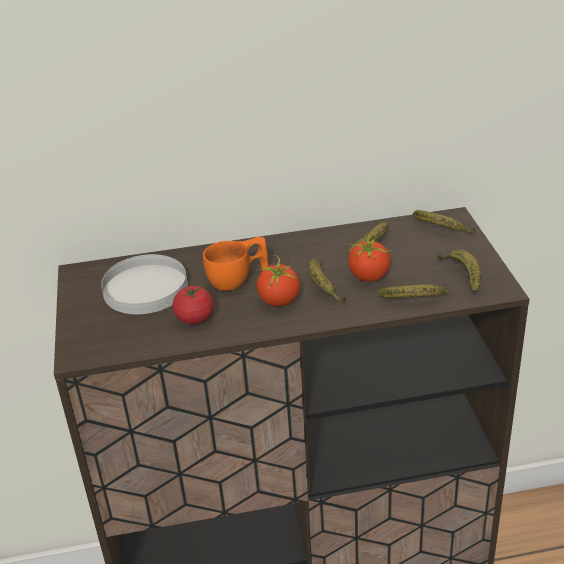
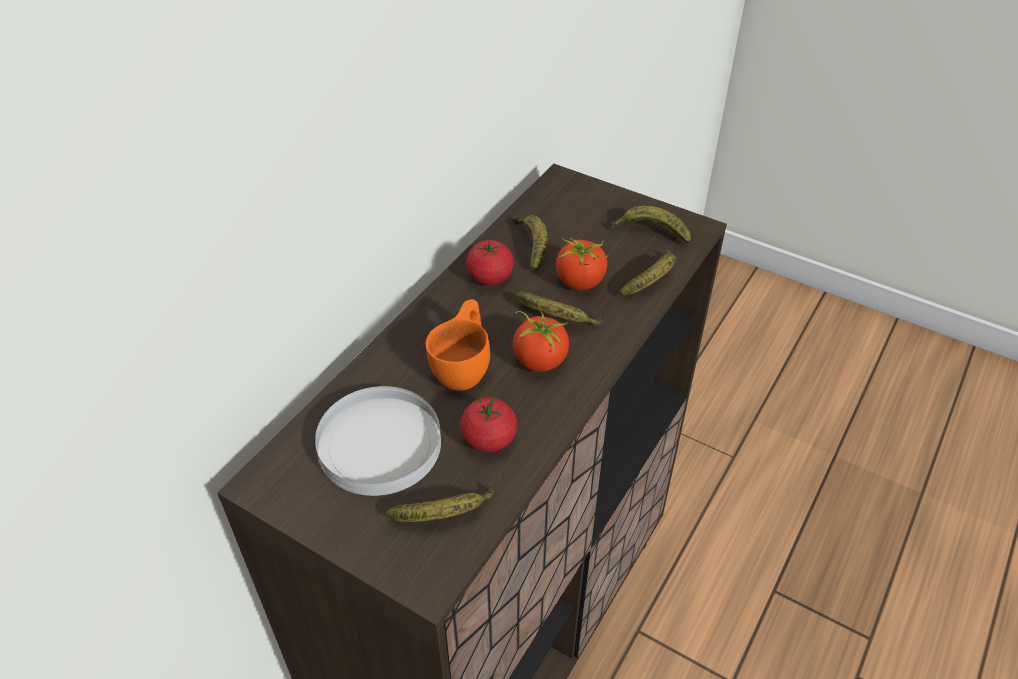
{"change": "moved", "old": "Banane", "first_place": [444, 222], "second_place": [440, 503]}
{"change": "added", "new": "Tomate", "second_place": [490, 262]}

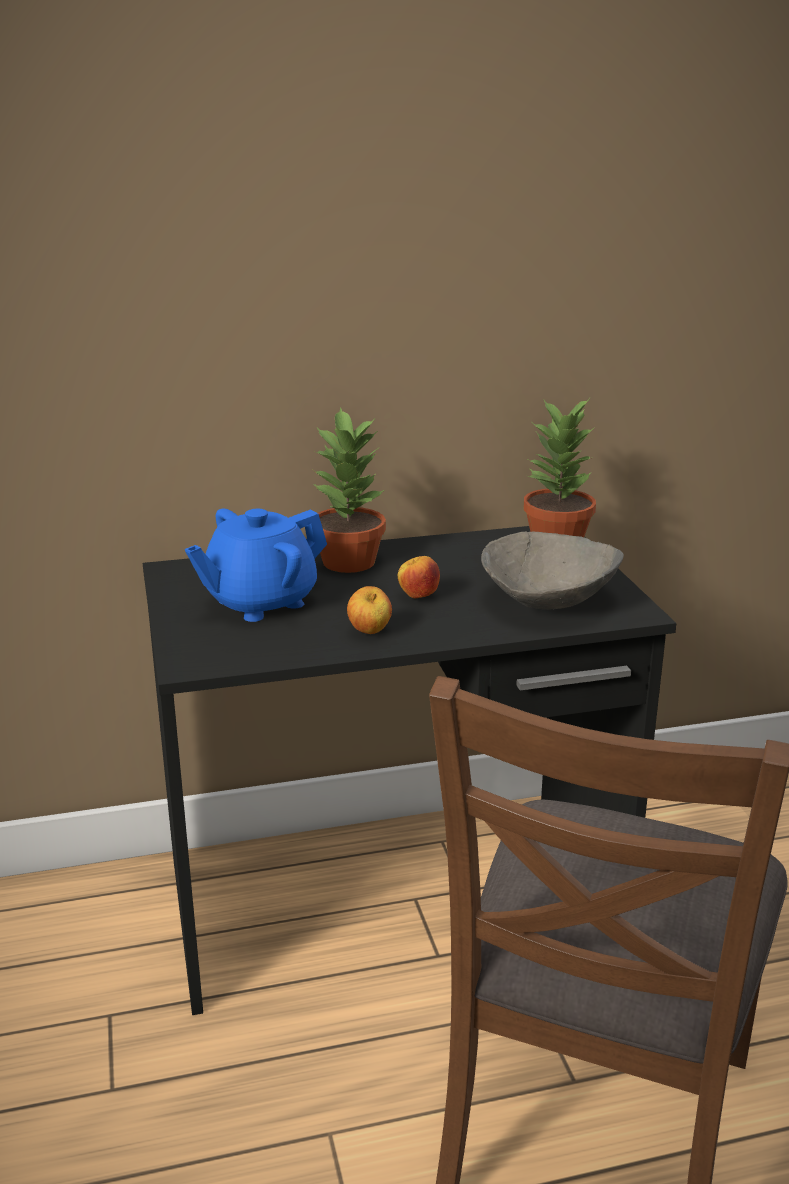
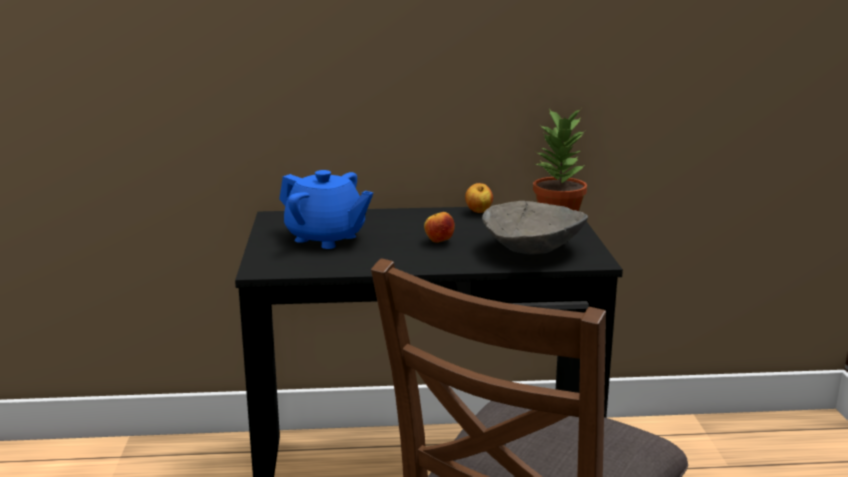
{"change": "turned", "old": "Teekanne (blau)", "first_place": [256, 565], "second_place": [326, 209], "degrees": -120}
{"change": "moved", "old": "Apfel", "first_place": [369, 610], "second_place": [479, 198]}
{"change": "removed", "old": "Topfpflanze", "first_place": [349, 490]}

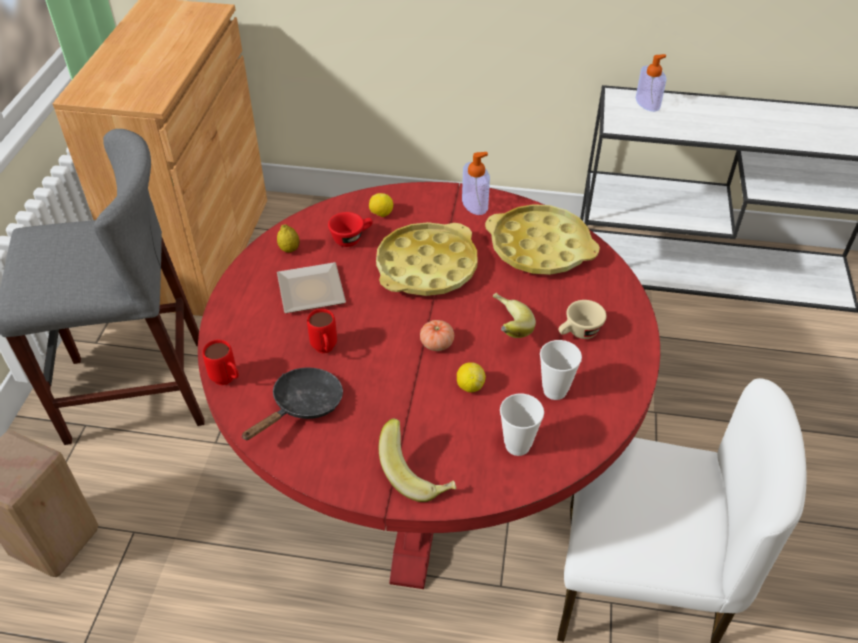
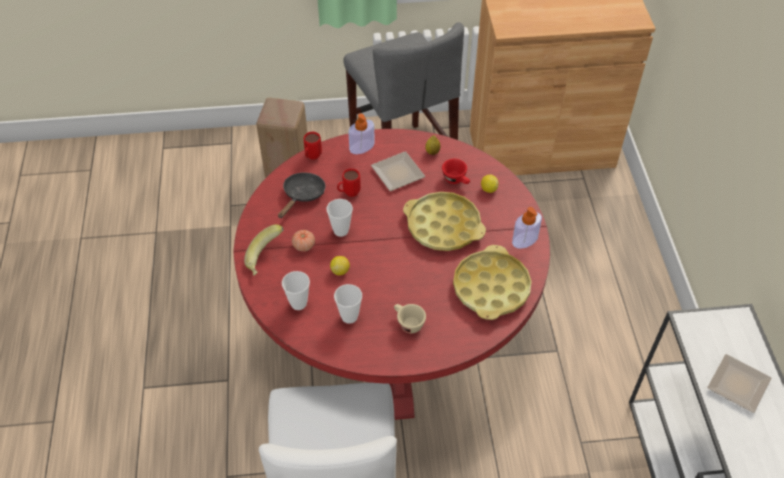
{"change": "turned", "old": "Pfanne (schwarz)", "first_place": [292, 403], "second_place": [302, 195], "degrees": -90}
{"change": "moved", "old": "Tomate", "first_place": [437, 335], "second_place": [303, 240]}
{"change": "added", "new": "Tasse", "second_place": [339, 218]}
{"change": "moved", "old": "Seifenspender", "first_place": [651, 83], "second_place": [361, 133]}
{"change": "added", "new": "Teller", "second_place": [739, 383]}
{"change": "removed", "old": "Banane", "first_place": [514, 315]}

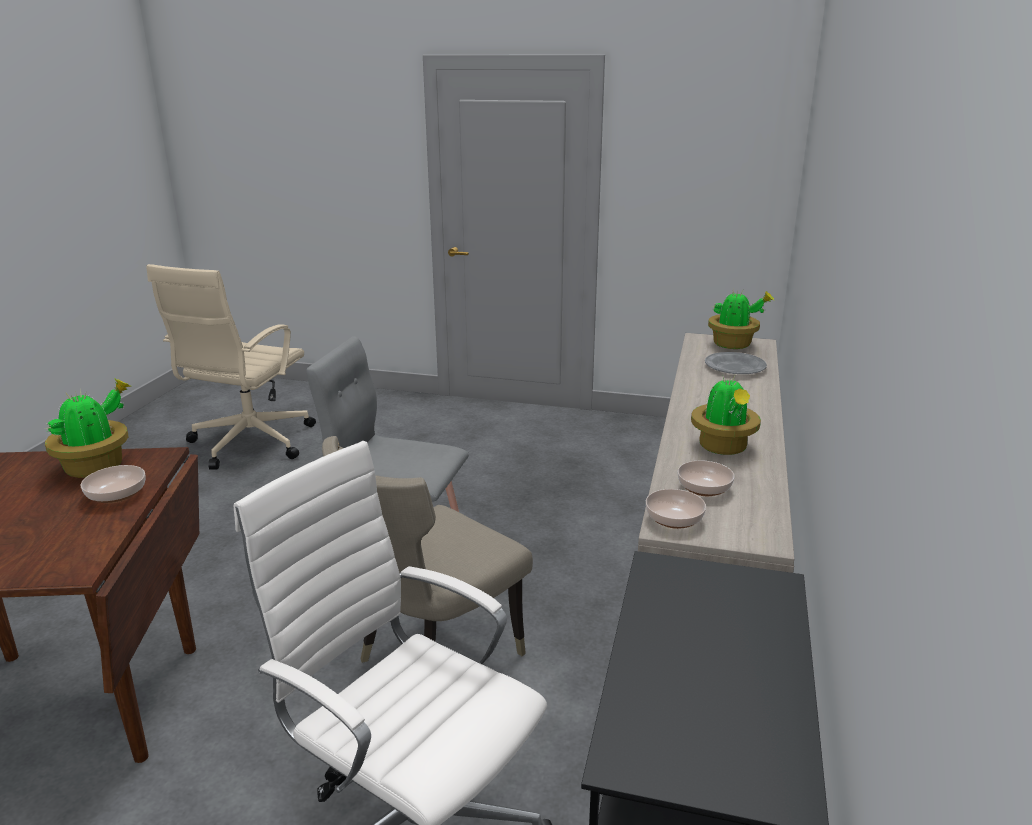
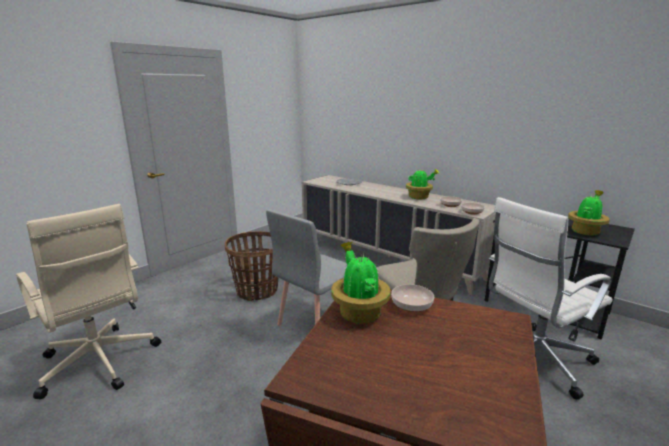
{"change": "added", "new": "Korb", "second_place": [251, 266]}
{"change": "moved", "old": "Topfpflanze", "first_place": [741, 319], "second_place": [589, 212]}

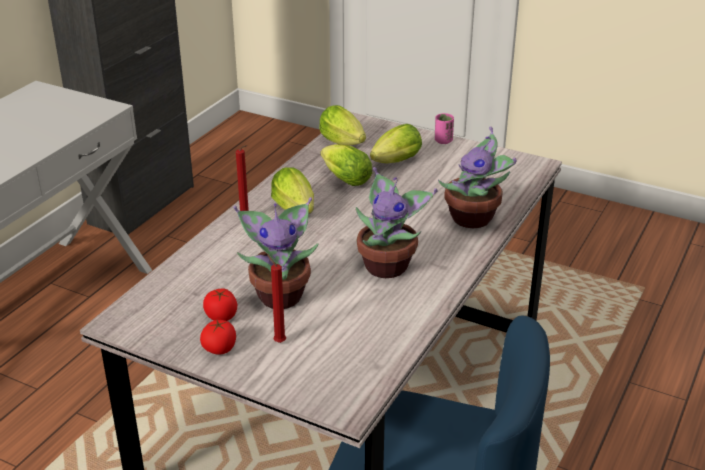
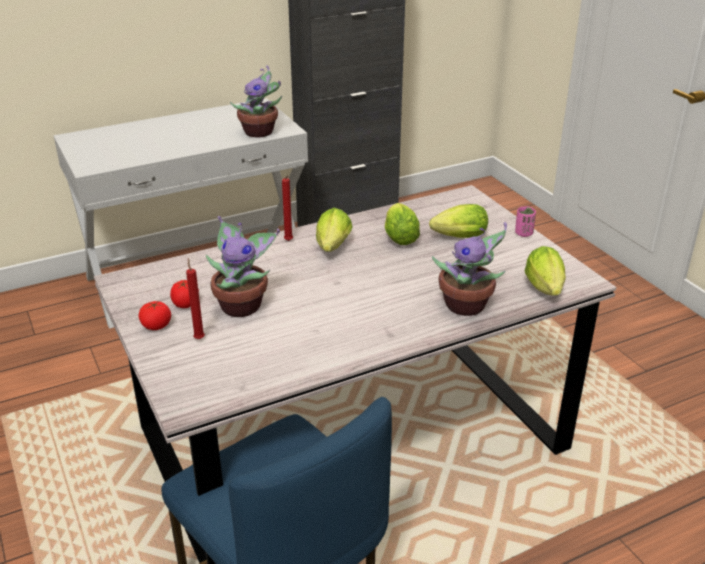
{"change": "moved", "old": "Topfpflanze", "first_place": [397, 222], "second_place": [256, 101]}
{"change": "moved", "old": "Salatkopf", "first_place": [342, 125], "second_place": [545, 271]}

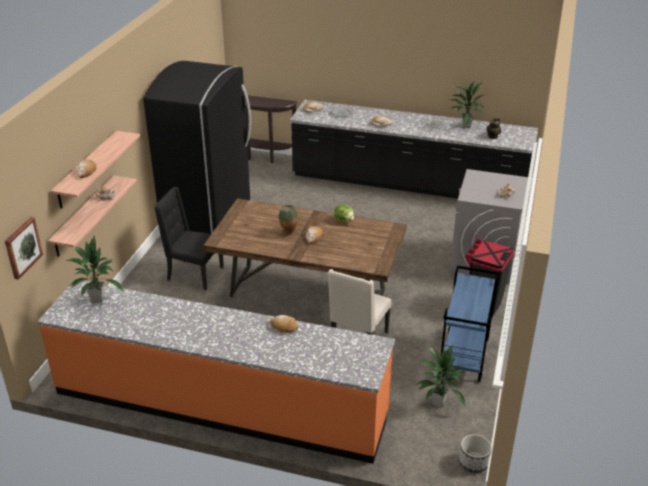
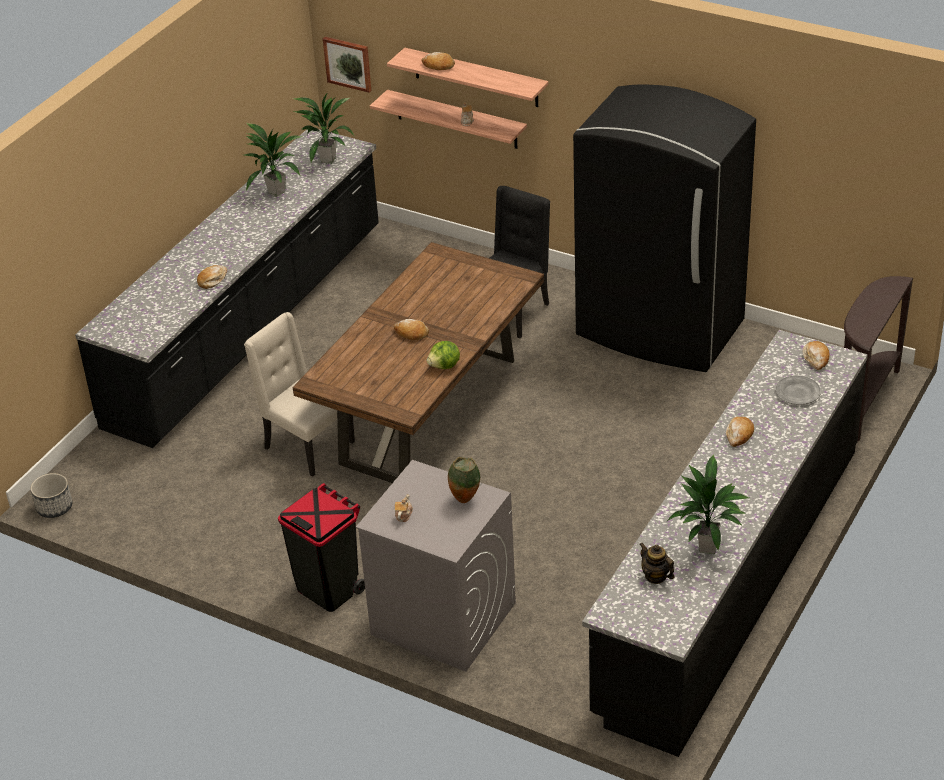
{"change": "recoloured", "old": "Küchenzeile (orange)", "new": "Küchenzeile (schwarz)", "first_place": [216, 372], "second_place": [227, 288]}
{"change": "moved", "old": "Topfpflanze", "first_place": [441, 376], "second_place": [273, 160]}
{"change": "moved", "old": "Vase", "first_place": [288, 220], "second_place": [464, 480]}
{"change": "removed", "old": "Rollwagen (blau)", "first_place": [468, 324]}

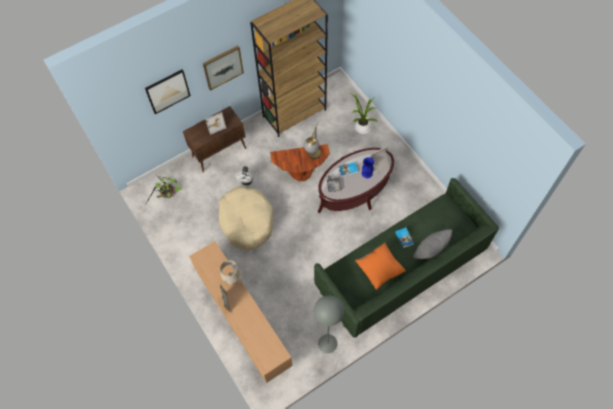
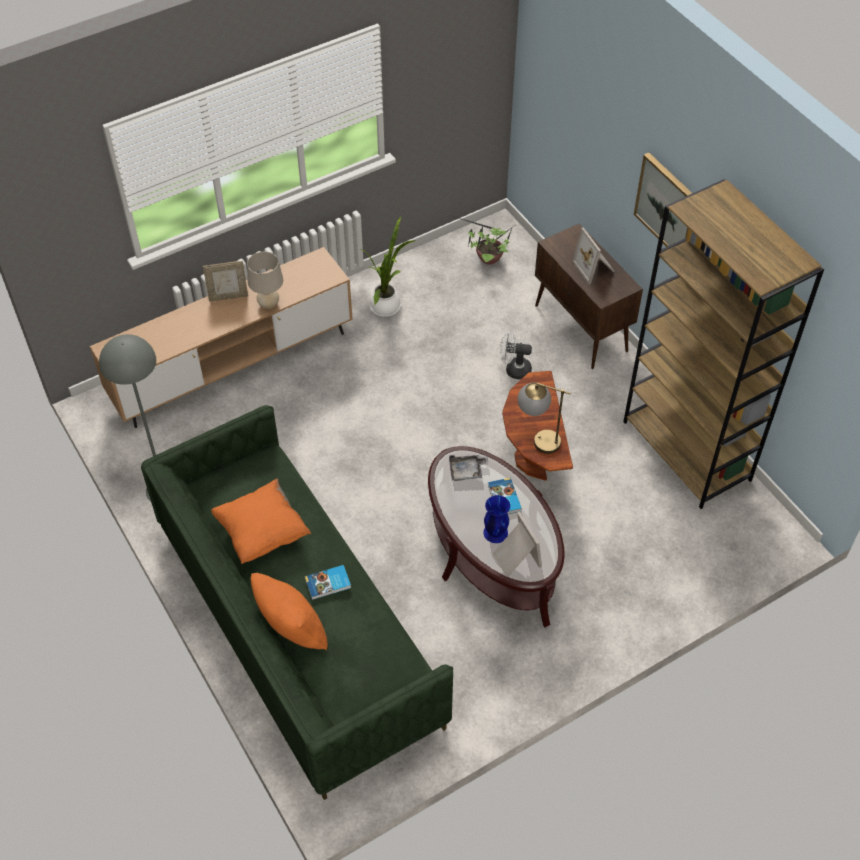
{"change": "recoloured", "old": "Kissen (grau)", "new": "Kissen (orange)", "first_place": [432, 244], "second_place": [289, 611]}
{"change": "moved", "old": "Topfpflanze", "first_place": [363, 113], "second_place": [388, 267]}
{"change": "removed", "old": "Bild", "first_place": [168, 91]}
{"change": "removed", "old": "Hundebett (beige)", "first_place": [246, 219]}

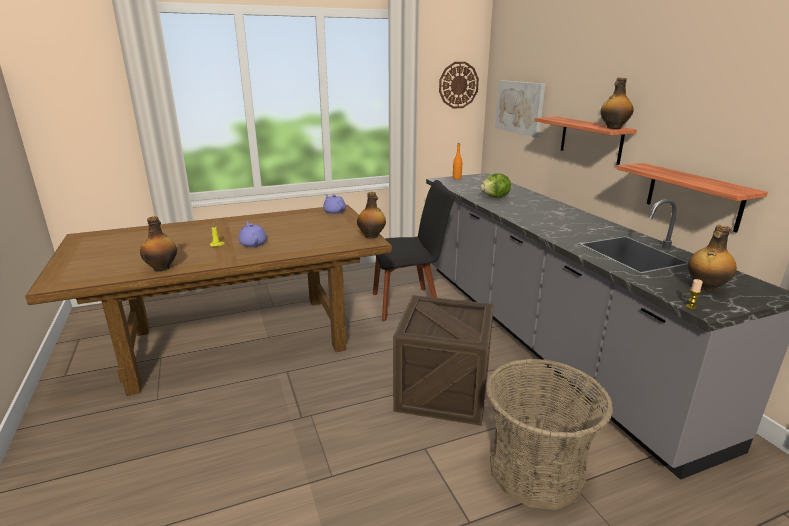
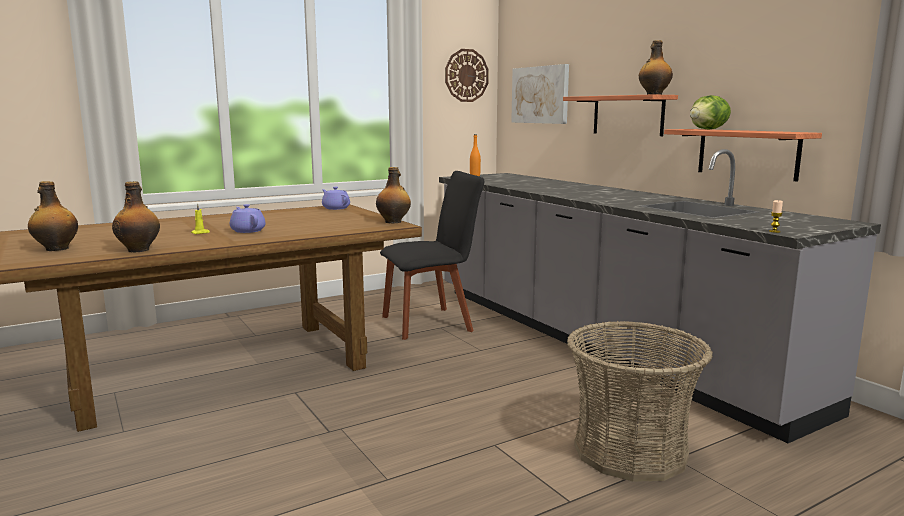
{"change": "moved", "old": "Flasche", "first_place": [712, 258], "second_place": [53, 216]}
{"change": "moved", "old": "Salatkopf", "first_place": [495, 185], "second_place": [710, 112]}
{"change": "removed", "old": "Kiste", "first_place": [443, 360]}

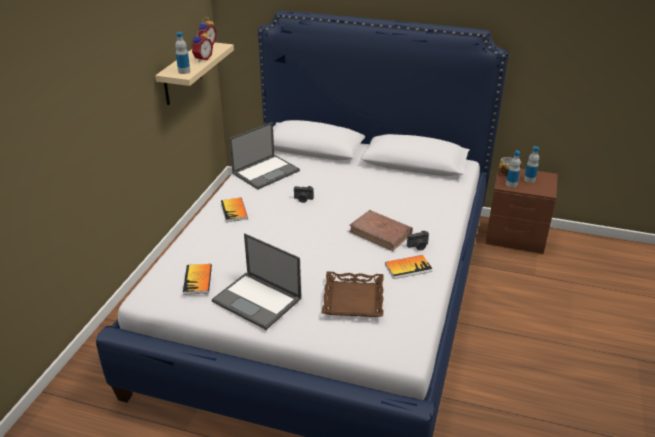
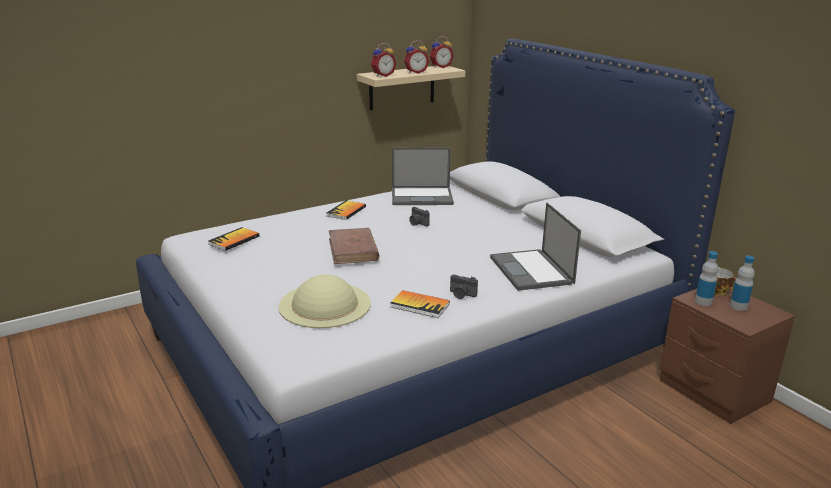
{"change": "replaced", "old": "Tablett (braun)", "new": "Hut (beige)", "first_place": [353, 294], "second_place": [324, 301]}
{"change": "moved", "old": "Buch (braun)", "first_place": [381, 230], "second_place": [354, 246]}
{"change": "replaced", "old": "Flasche", "new": "Wecker", "first_place": [182, 53], "second_place": [383, 60]}
{"change": "moved", "old": "Laptop", "first_place": [256, 281], "second_place": [535, 246]}

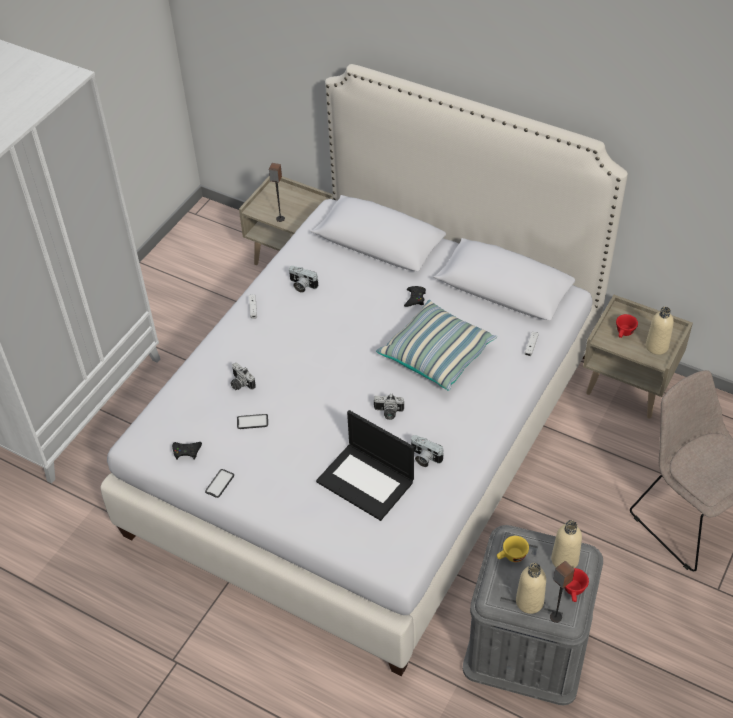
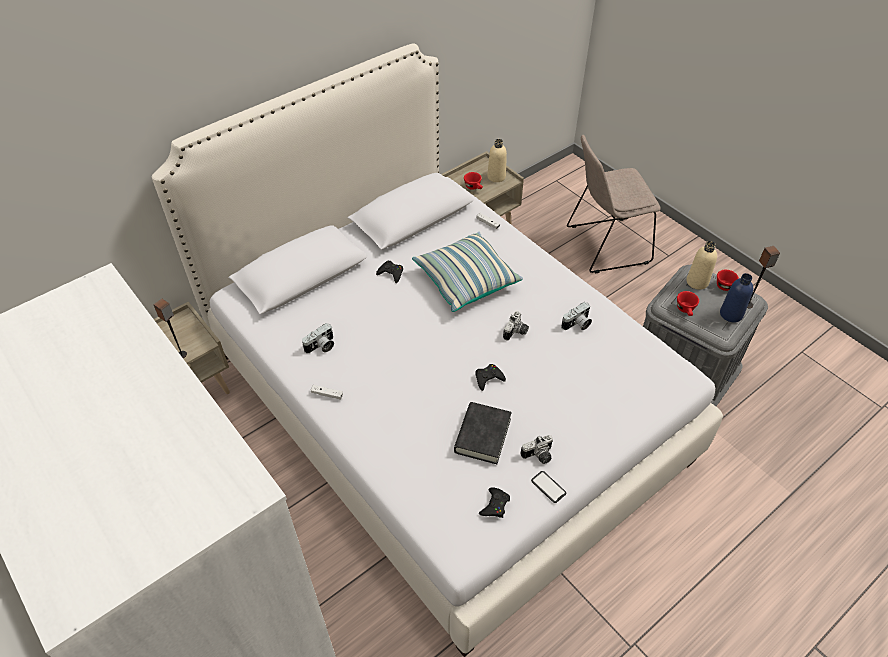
{"change": "replaced", "old": "Handy", "new": "Buch (schwarz)", "first_place": [252, 421], "second_place": [483, 433]}
{"change": "added", "new": "Gamepad (schwarz)", "second_place": [490, 377]}
{"change": "moved", "old": "Kamera", "first_place": [243, 376], "second_place": [536, 449]}
{"change": "recoloured", "old": "Tasse (gelb)", "new": "Tasse (rot)", "first_place": [513, 549], "second_place": [688, 303]}
{"change": "recoloured", "old": "Flasche (beige)", "new": "Flasche (blau)", "first_place": [531, 588], "second_place": [736, 297]}
{"change": "removed", "old": "Laptop", "first_place": [365, 465]}

